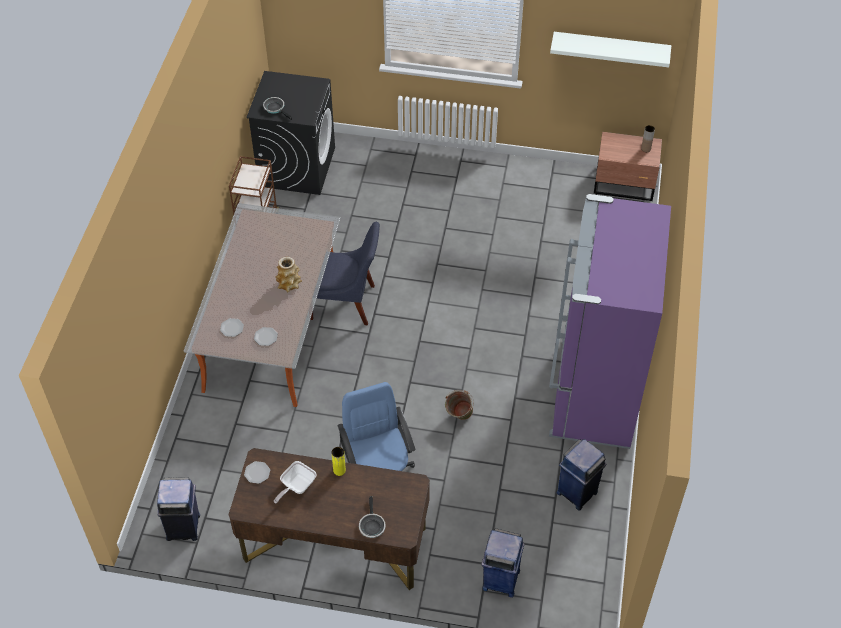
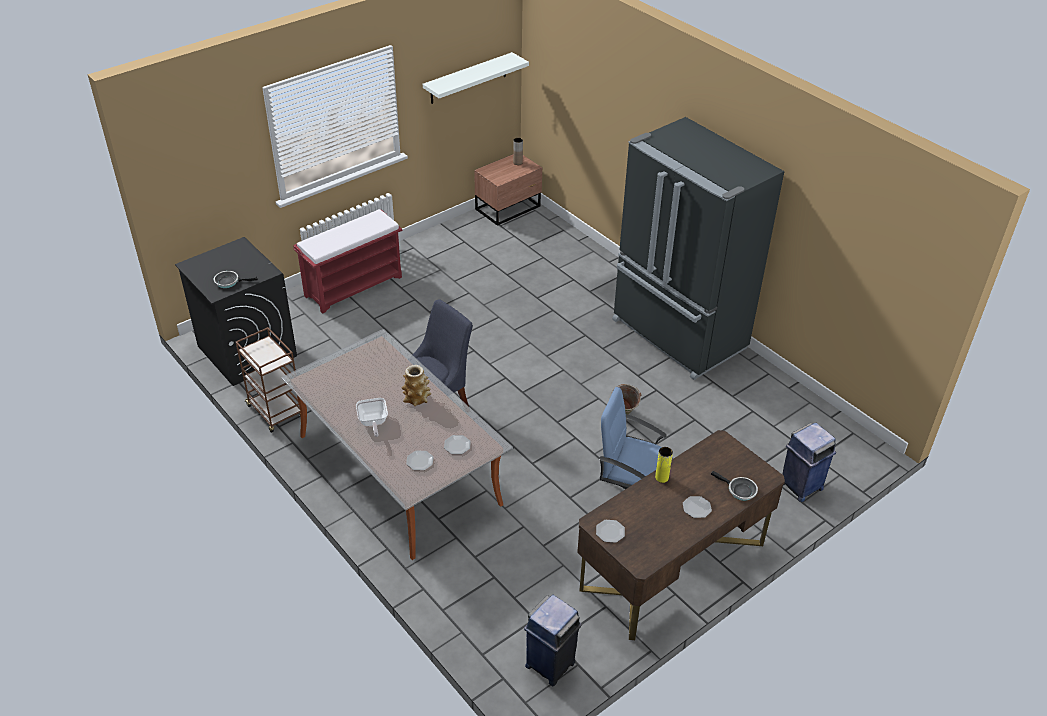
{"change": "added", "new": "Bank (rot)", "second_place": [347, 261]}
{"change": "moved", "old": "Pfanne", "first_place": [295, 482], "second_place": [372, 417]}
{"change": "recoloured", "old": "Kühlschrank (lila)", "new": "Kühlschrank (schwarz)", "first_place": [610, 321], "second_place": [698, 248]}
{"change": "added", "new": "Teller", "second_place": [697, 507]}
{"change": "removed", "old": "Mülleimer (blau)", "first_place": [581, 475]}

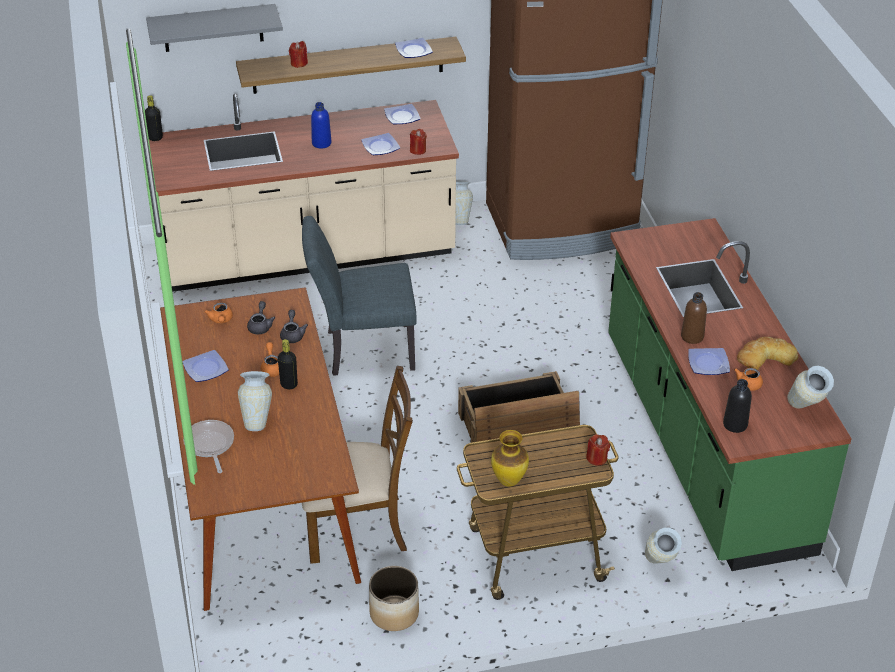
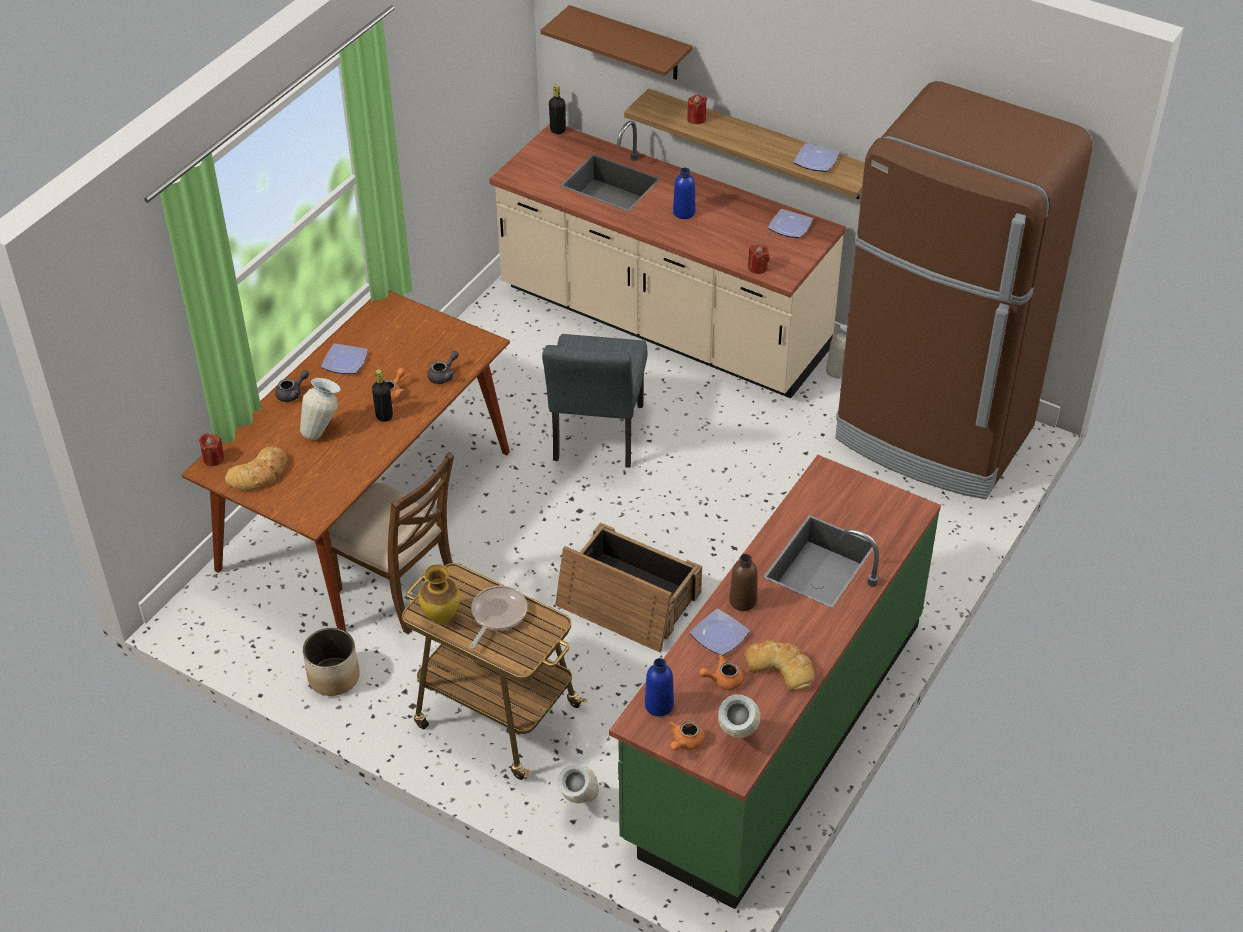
{"change": "moved", "old": "Kerze (rot)", "first_place": [598, 450], "second_place": [211, 450]}
{"change": "added", "new": "Brot", "second_place": [256, 468]}
{"change": "moved", "old": "Teekanne (grau)", "first_place": [261, 317], "second_place": [292, 386]}
{"change": "moved", "old": "Pfanne", "first_place": [208, 446], "second_place": [498, 617]}
{"change": "recoloured", "old": "Wandregal (grau)", "new": "Wandregal (braun)", "first_place": [214, 28], "second_place": [617, 42]}
{"change": "turned", "old": "Stuhl (grau)", "first_place": [359, 296], "second_place": [595, 400], "degrees": -120}
{"change": "recoloured", "old": "Flasche (schwarz)", "new": "Flasche (blau)", "first_place": [737, 406], "second_place": [659, 687]}
{"change": "moved", "old": "Teekanne (orange)", "first_place": [218, 312], "second_place": [686, 736]}
{"change": "removed", "old": "Teller", "first_place": [380, 144]}

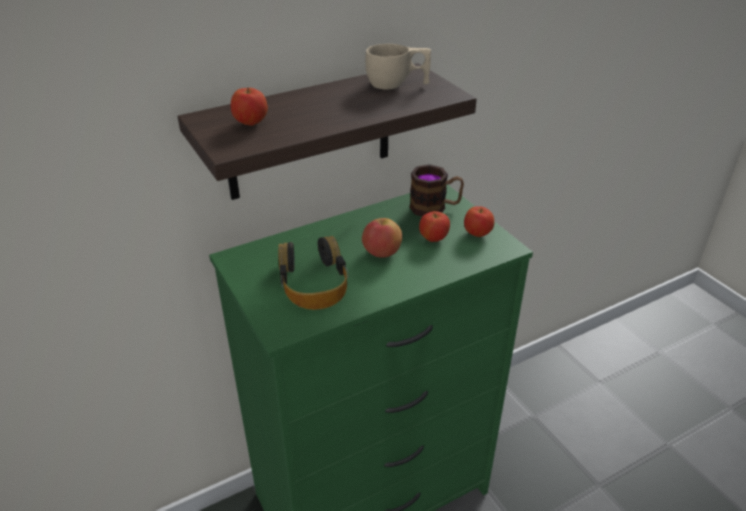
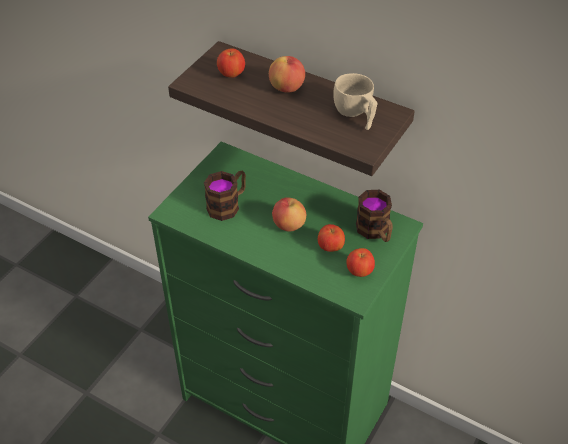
{"change": "replaced", "old": "Kopfhörer", "new": "Henkelbecher", "first_place": [313, 273], "second_place": [225, 196]}
{"change": "added", "new": "Apfel", "second_place": [287, 74]}

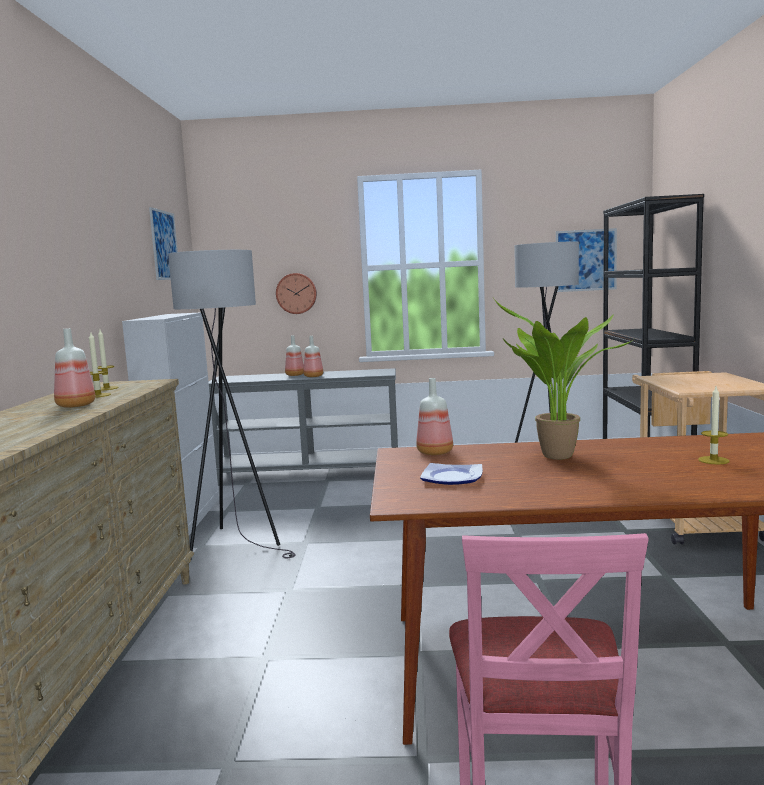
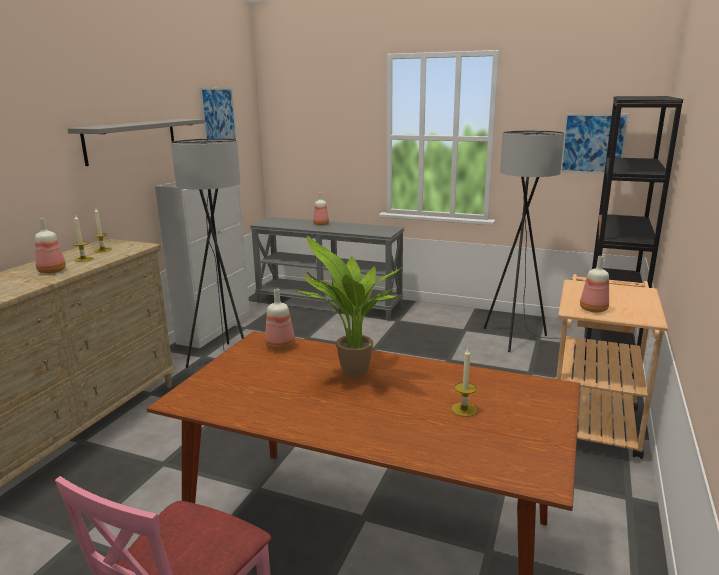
{"change": "added", "new": "Wandregal (grau)", "second_place": [136, 142]}
{"change": "moved", "old": "Flasche", "first_place": [313, 356], "second_place": [594, 284]}
{"change": "removed", "old": "Wanduhr", "first_place": [296, 293]}
{"change": "removed", "old": "Teller", "first_place": [451, 474]}

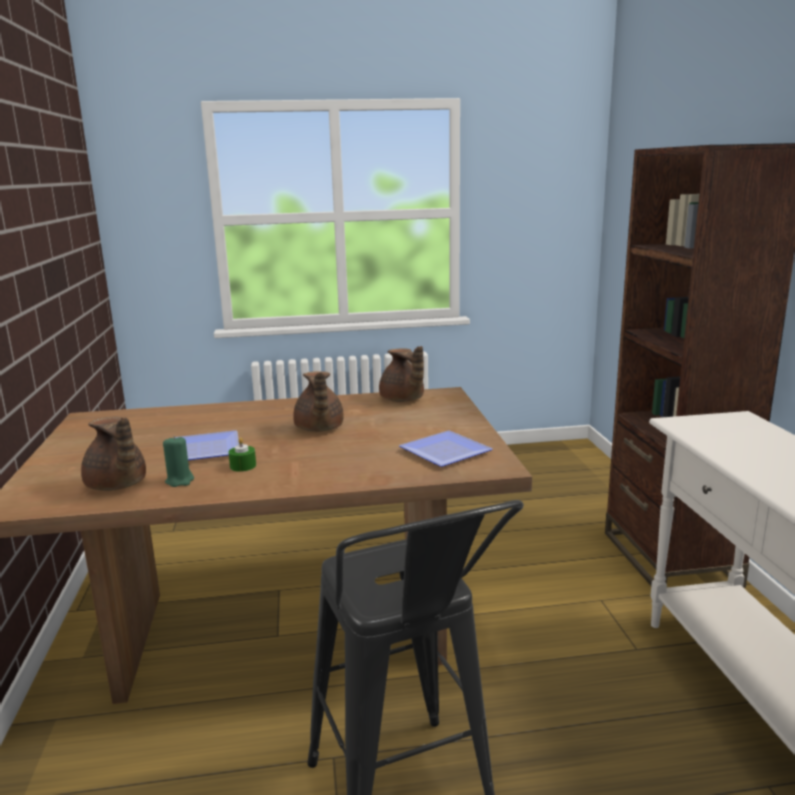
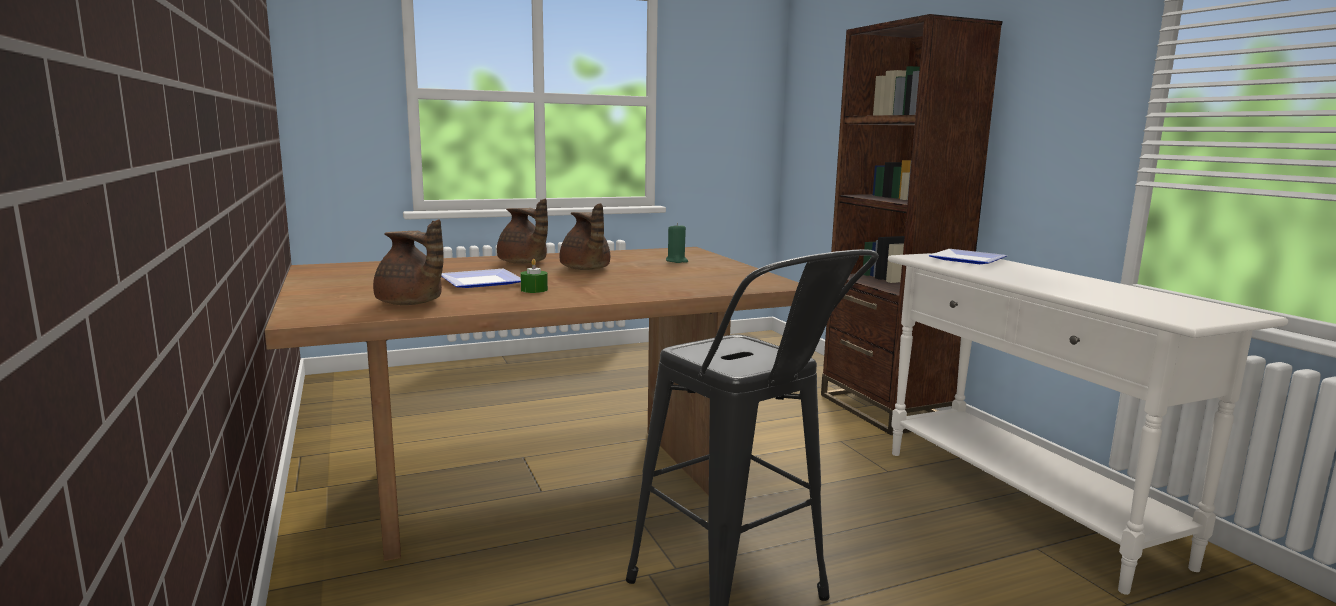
{"change": "moved", "old": "Teekanne (braun)", "first_place": [401, 374], "second_place": [522, 231]}
{"change": "moved", "old": "Kerze (grün)", "first_place": [178, 461], "second_place": [677, 243]}
{"change": "moved", "old": "Teller", "first_place": [446, 448], "second_place": [968, 256]}

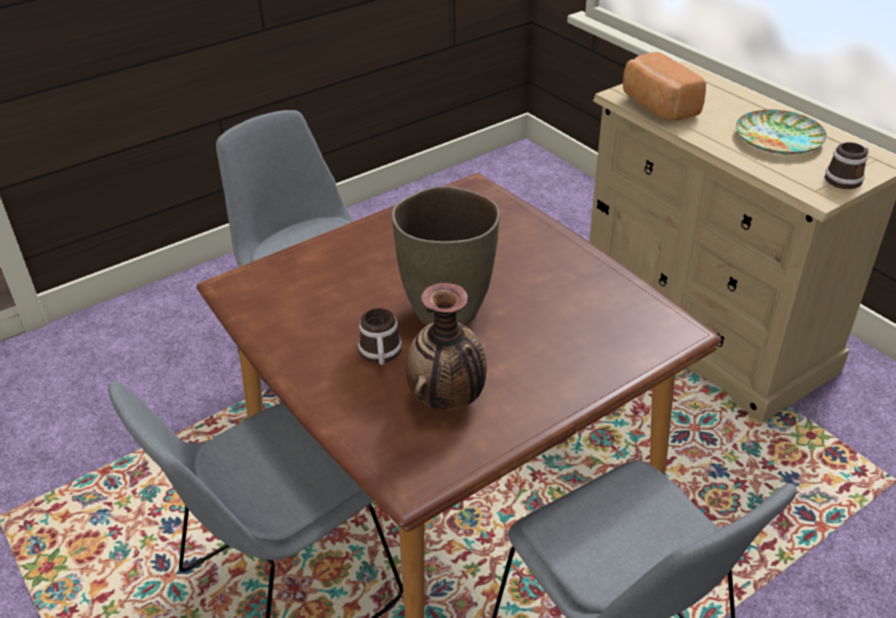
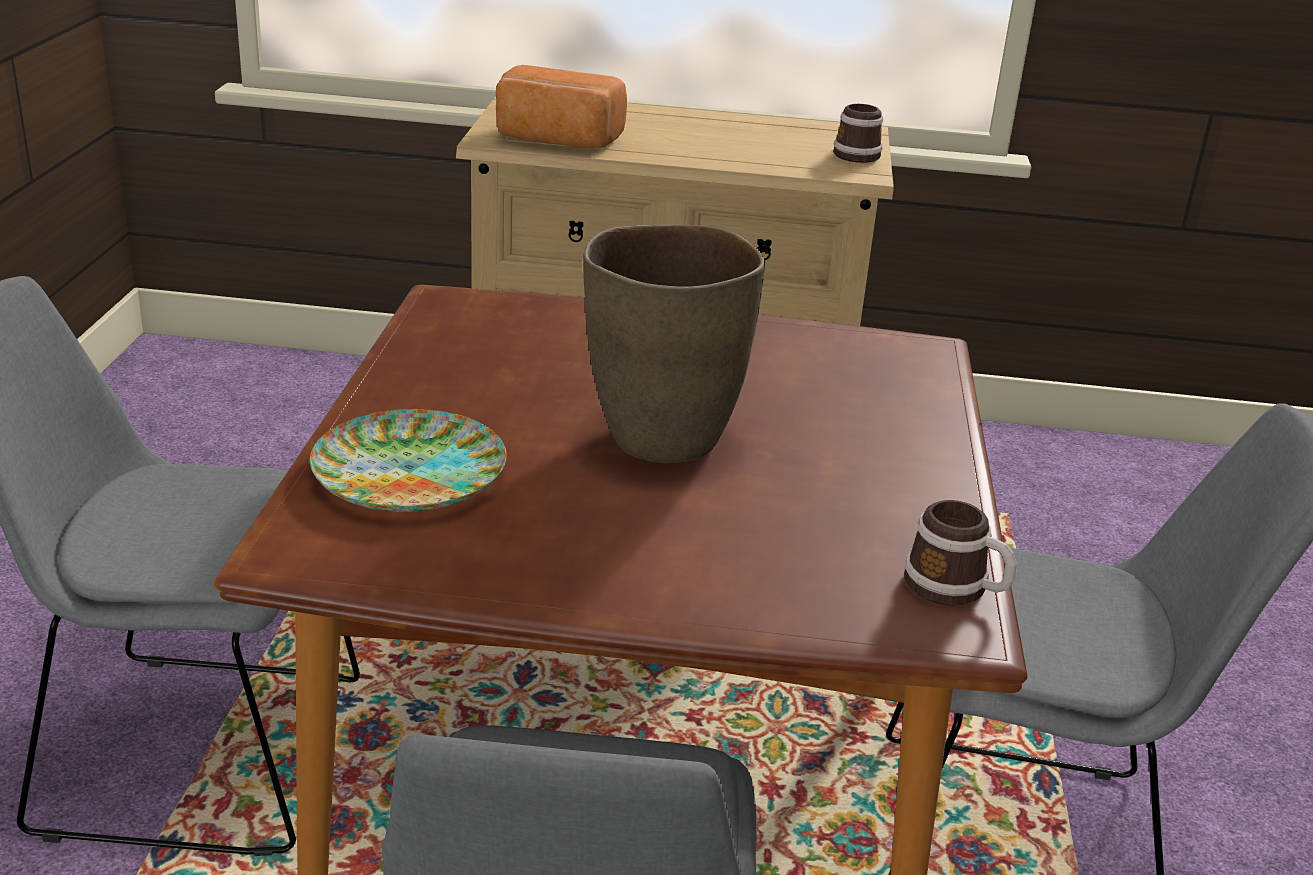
{"change": "moved", "old": "Teller", "first_place": [781, 132], "second_place": [408, 460]}
{"change": "moved", "old": "Henkelbecher", "first_place": [380, 336], "second_place": [960, 553]}
{"change": "removed", "old": "Vase", "first_place": [446, 346]}

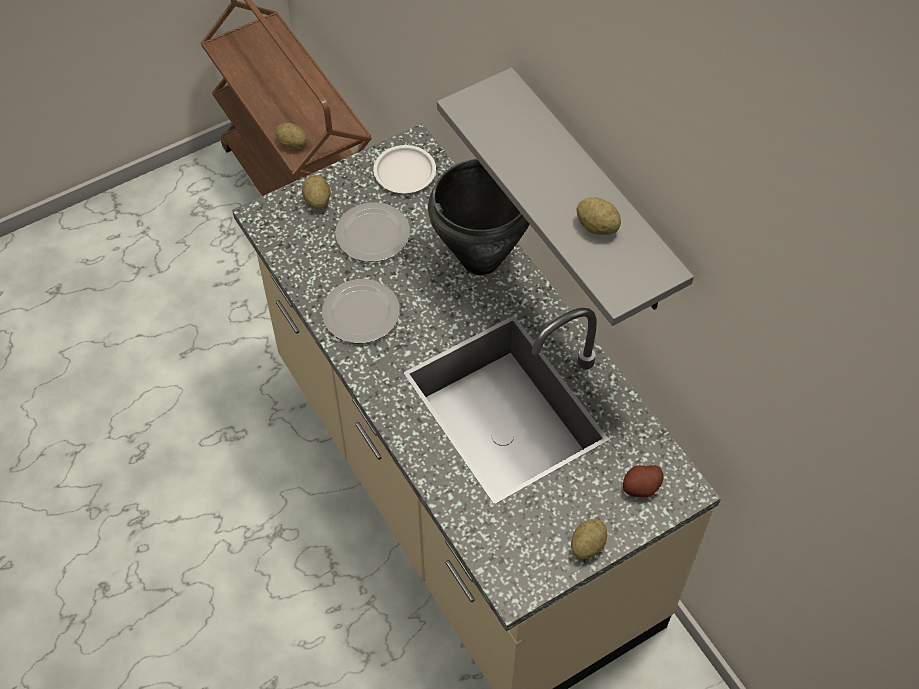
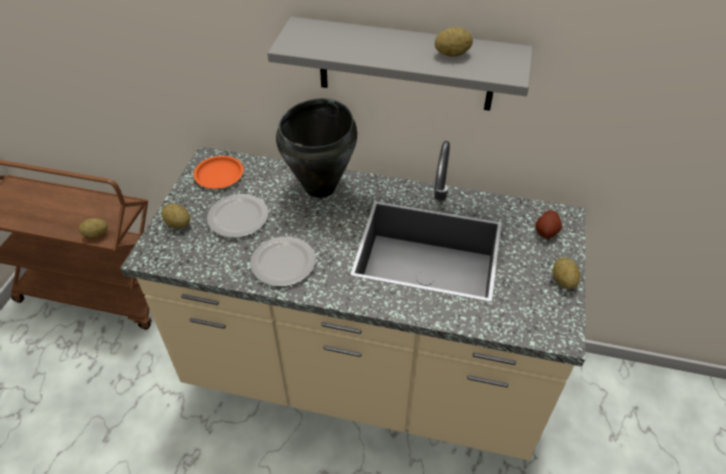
{"change": "recoloured", "old": "Teller (weiß)", "new": "Teller (orange)", "first_place": [404, 169], "second_place": [219, 172]}

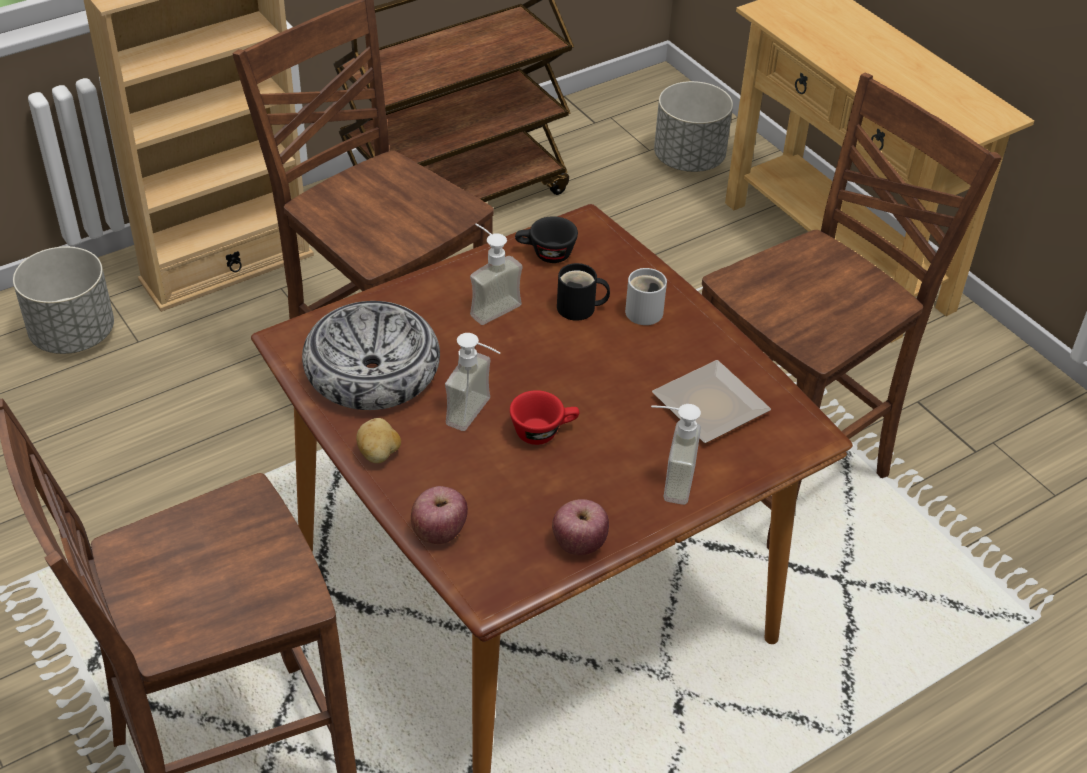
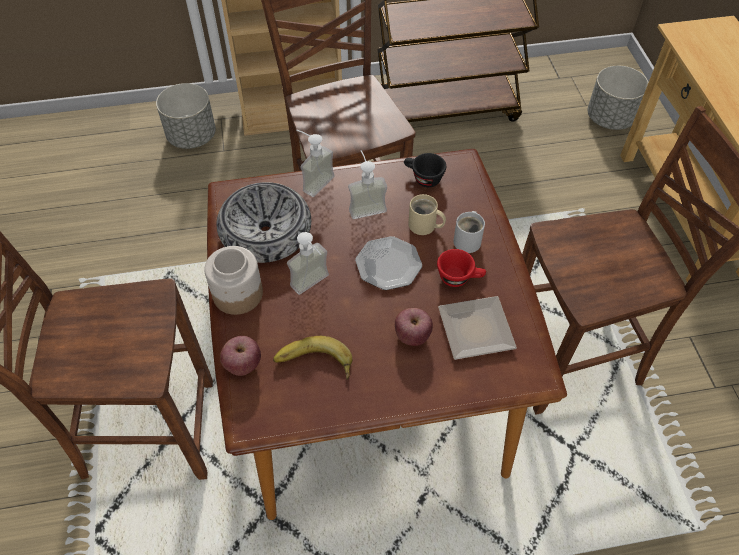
{"change": "replaced", "old": "Kartoffel", "new": "Vorratsglas", "first_place": [378, 440], "second_place": [233, 280]}
{"change": "added", "new": "Banane", "second_place": [312, 358]}
{"change": "moved", "old": "Seifenspender", "first_place": [676, 454], "second_place": [315, 163]}
{"change": "added", "new": "Teller", "second_place": [388, 263]}
{"change": "moved", "old": "Apfel", "first_place": [580, 527], "second_place": [414, 327]}
{"change": "recoloured", "old": "Henkelbecher (schwarz)", "new": "Henkelbecher (beige)", "first_place": [583, 292], "second_place": [427, 214]}
{"change": "moved", "old": "Tasse (rot)", "first_place": [544, 417], "second_place": [461, 268]}

